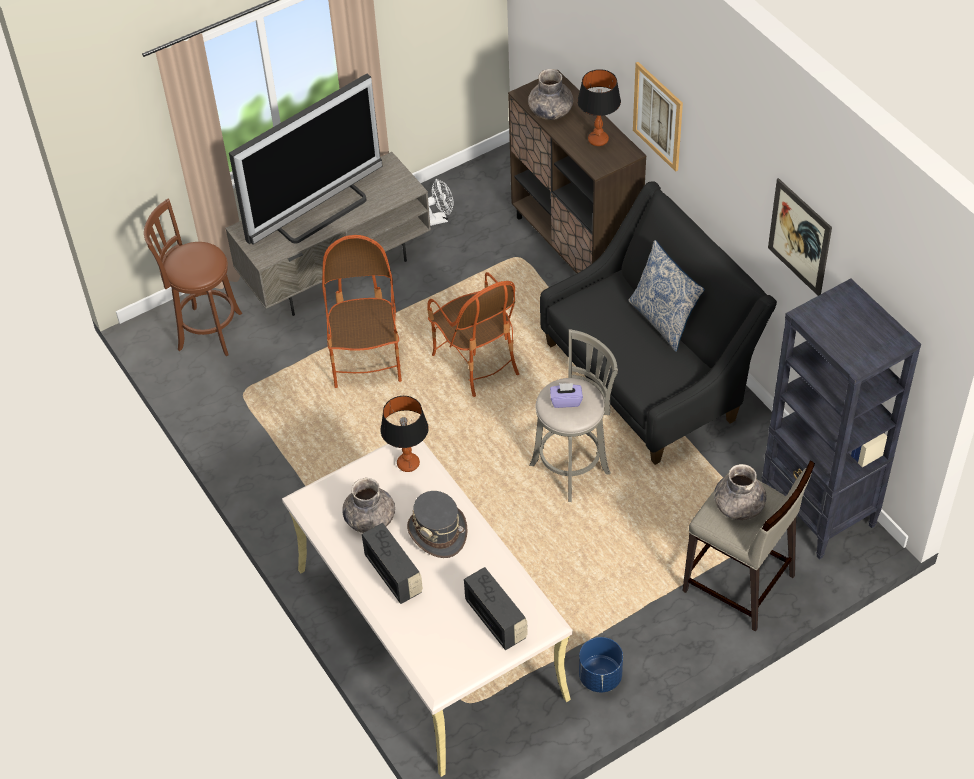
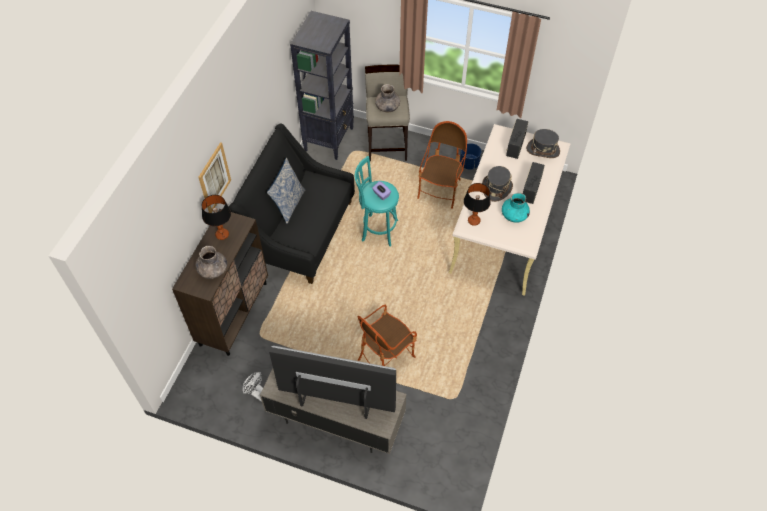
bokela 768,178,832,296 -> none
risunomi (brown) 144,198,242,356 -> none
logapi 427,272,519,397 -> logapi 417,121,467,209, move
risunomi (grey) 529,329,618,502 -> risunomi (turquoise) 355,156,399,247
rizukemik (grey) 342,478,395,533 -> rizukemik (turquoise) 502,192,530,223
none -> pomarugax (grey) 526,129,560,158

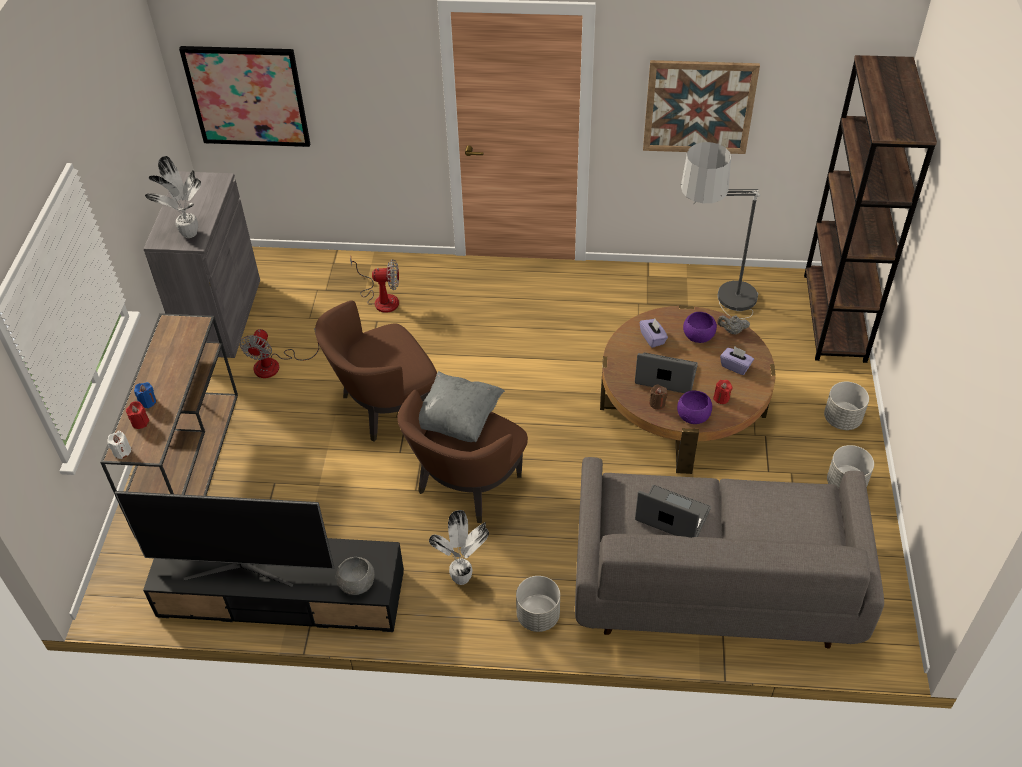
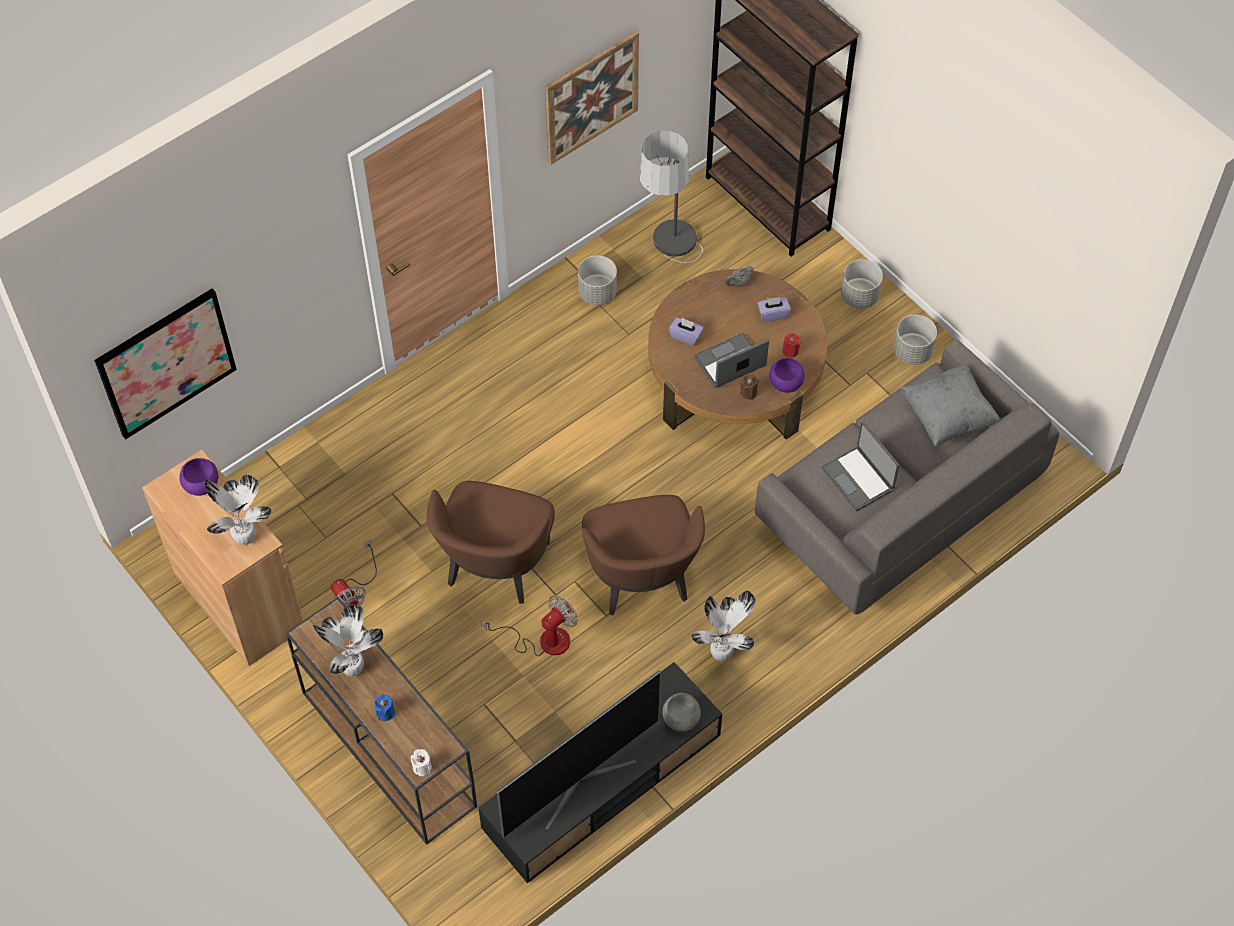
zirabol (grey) 144,171,260,358 -> zirabol (brown) 142,449,303,666
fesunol 350,257,399,313 -> fesunol 481,596,578,656, move
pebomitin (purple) 683,312,717,343 -> pebomitin (purple) 179,458,218,496, move
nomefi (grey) 419,371,505,442 -> nomefi (grey) 901,364,1001,446, move
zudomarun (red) 126,401,149,429 -> none
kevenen 635,485,711,538 -> kevenen 821,422,899,511, 105 degrees counterclockwise
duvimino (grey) 516,576,560,632 -> duvimino (grey) 578,256,617,305, move
none -> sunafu 313,605,383,677

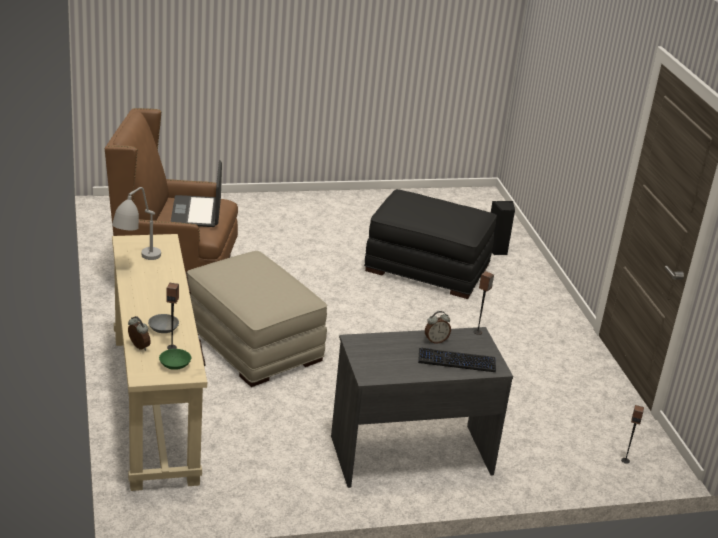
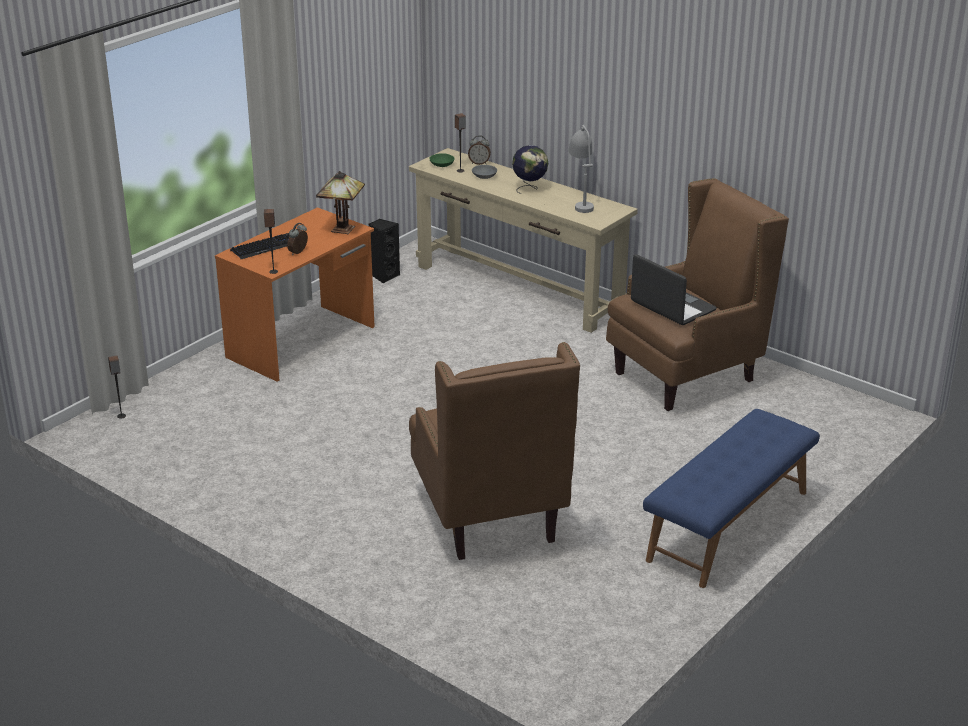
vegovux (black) 364,189,497,299 -> logapi (brown) 409,342,580,560
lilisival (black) 491,201,515,255 -> lilisival (black) 369,219,400,284, move
vegovux (beige) 187,251,327,387 -> none
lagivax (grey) 331,327,513,488 -> lagivax (orange) 215,207,375,382
none -> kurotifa 512,145,548,194
none -> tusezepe 316,171,365,234
none -> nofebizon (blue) 643,409,820,588

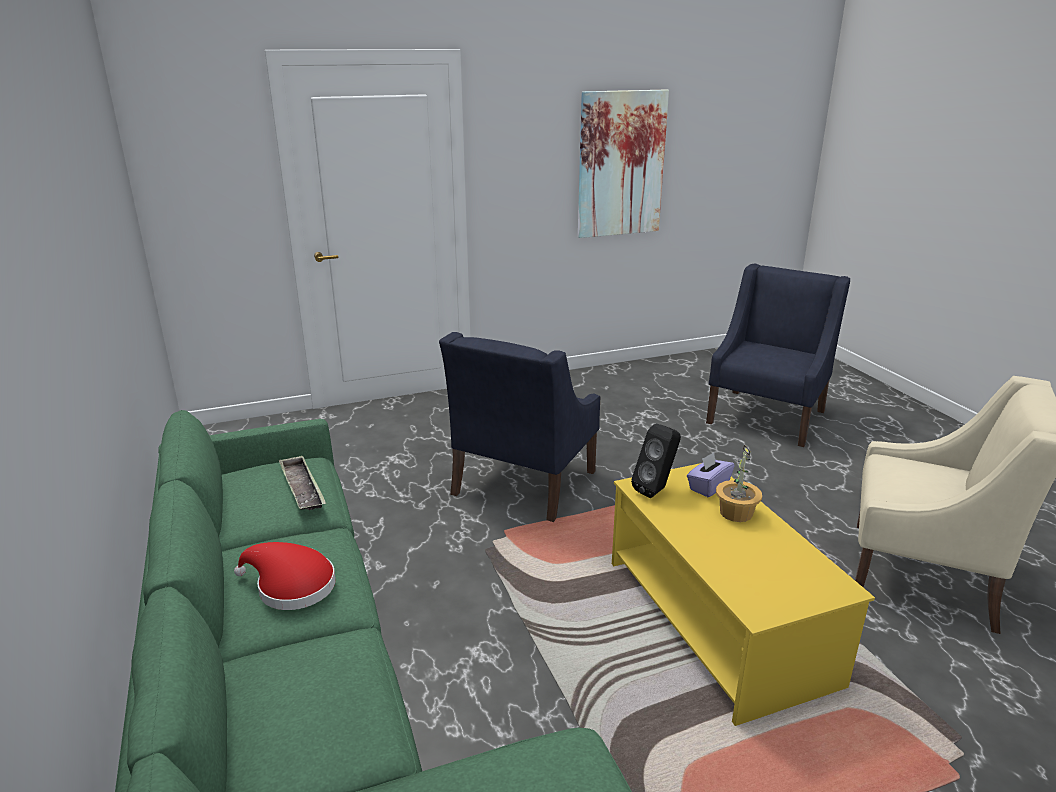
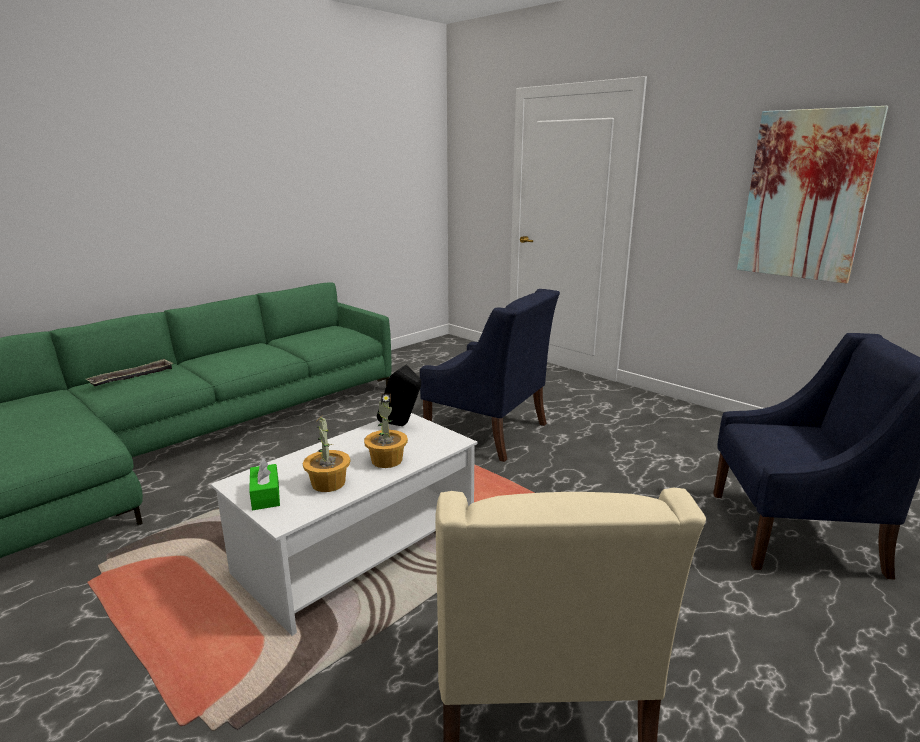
logapi (blue) 439,332,600,522 -> logapi (blue) 420,289,560,462, 150 degrees counterclockwise
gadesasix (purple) 687,452,735,497 -> none
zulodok 279,455,326,510 -> zulodok 86,359,174,386, move
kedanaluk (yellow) 612,463,875,726 -> kedanaluk (white) 211,413,477,636
pomarugax (red) 234,542,336,610 -> none
none -> sunafu 303,413,350,492
none -> gadesasix (green) 249,457,280,510

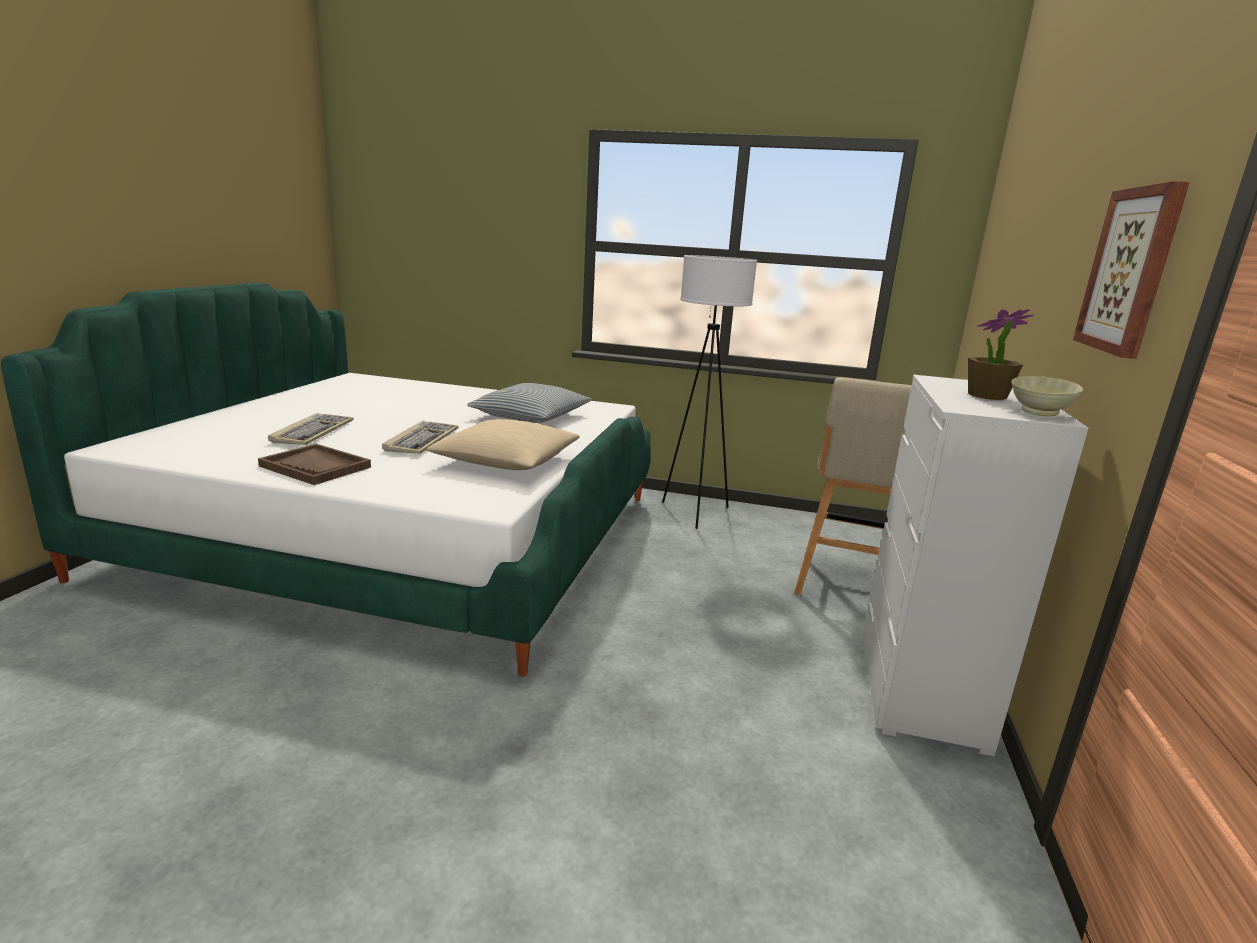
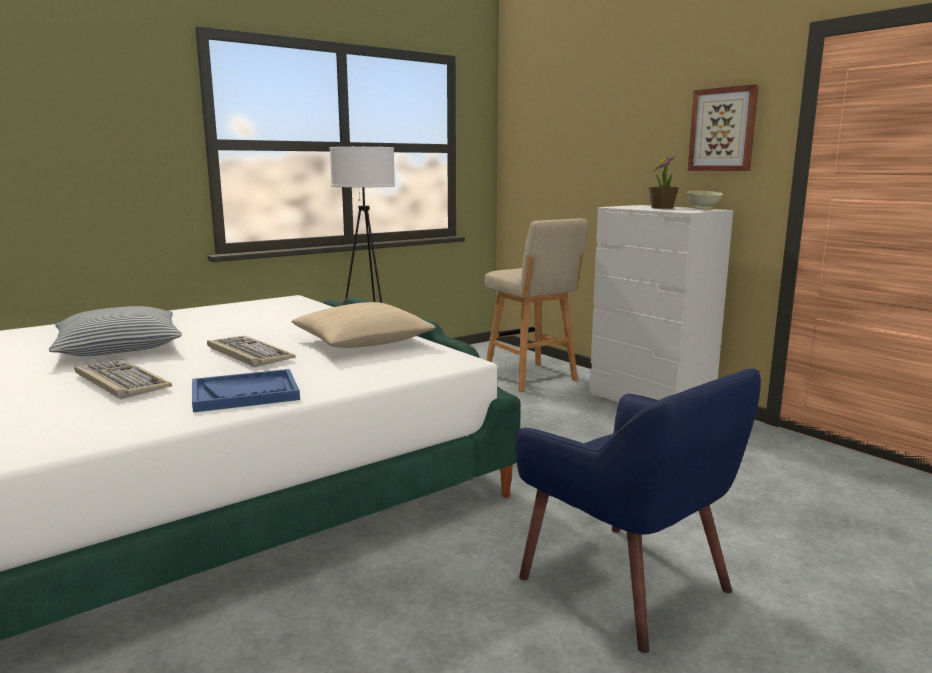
nomefi 467,383,592,423 -> nomefi 49,306,182,356, move
zulodok (brown) 258,444,371,485 -> zulodok (blue) 192,369,300,412
none -> logapi (blue) 515,368,761,653

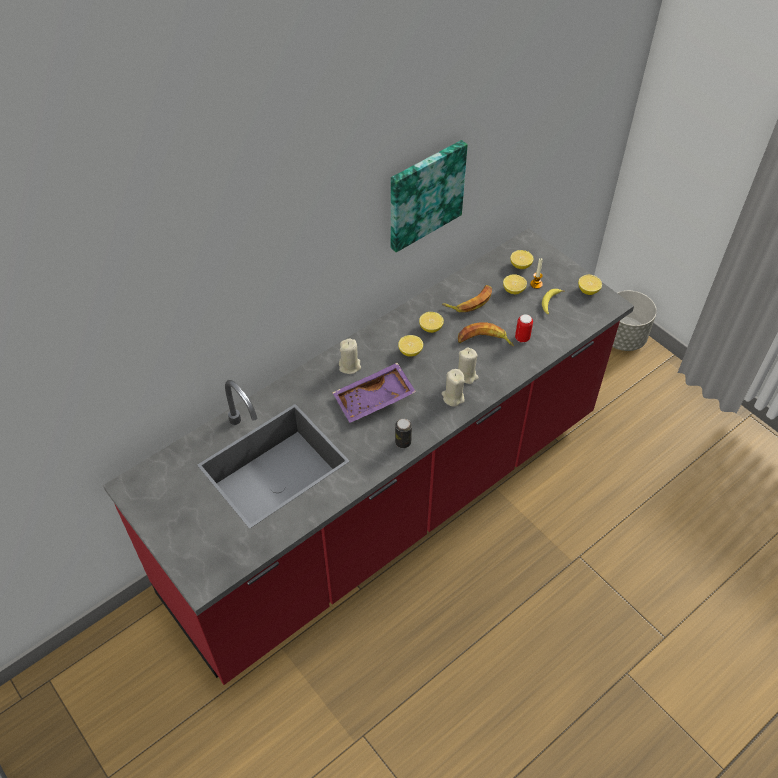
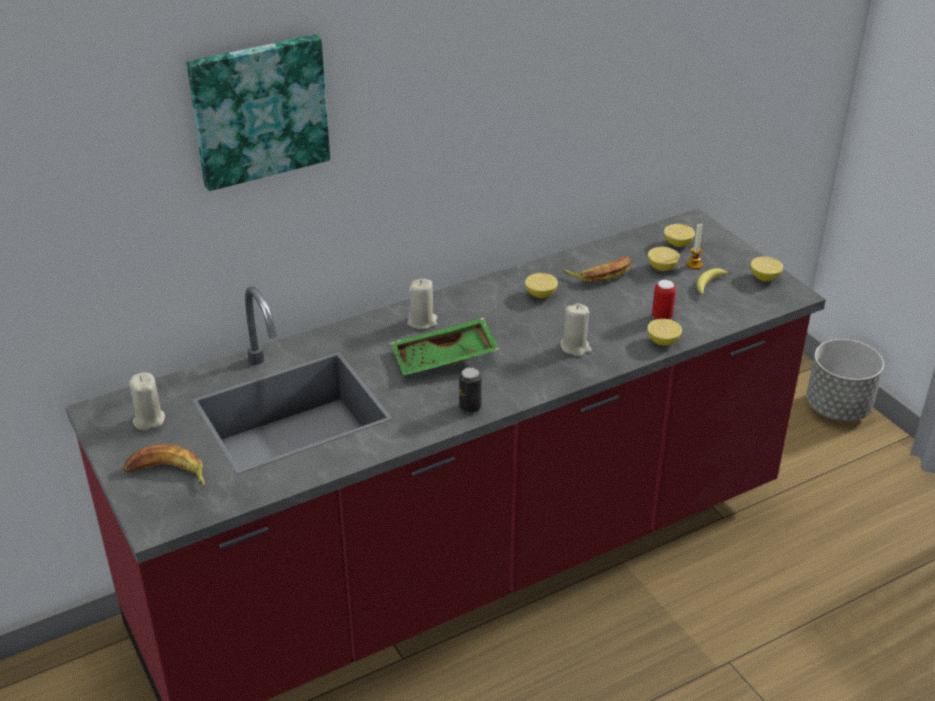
bokela 391,140,468,252 -> bokela 187,34,330,191, move
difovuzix 458,322,514,346 -> difovuzix 123,444,205,486, move
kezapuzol 398,335,423,356 -> kezapuzol 647,319,682,346, move
zulodok (purple) 332,363,416,423 -> zulodok (green) 390,317,499,376
zudomarun (beige) 441,369,465,406 -> zudomarun (beige) 129,372,165,430, move

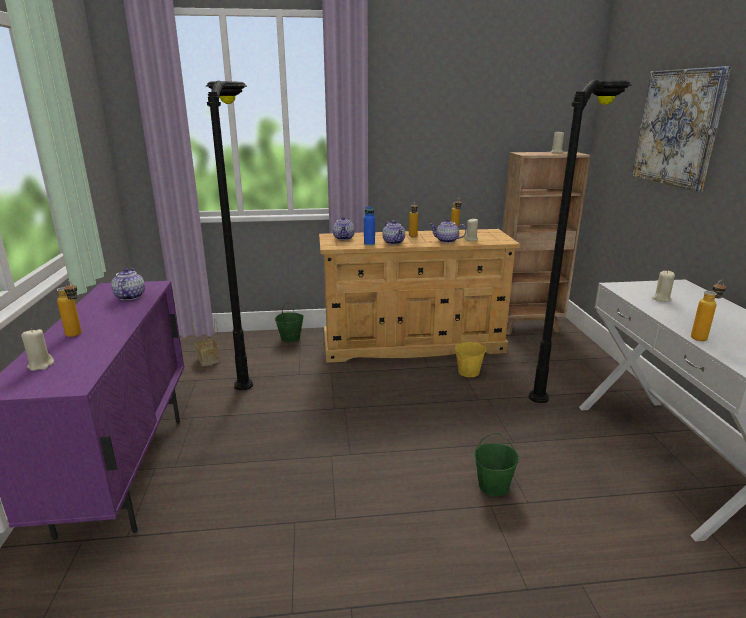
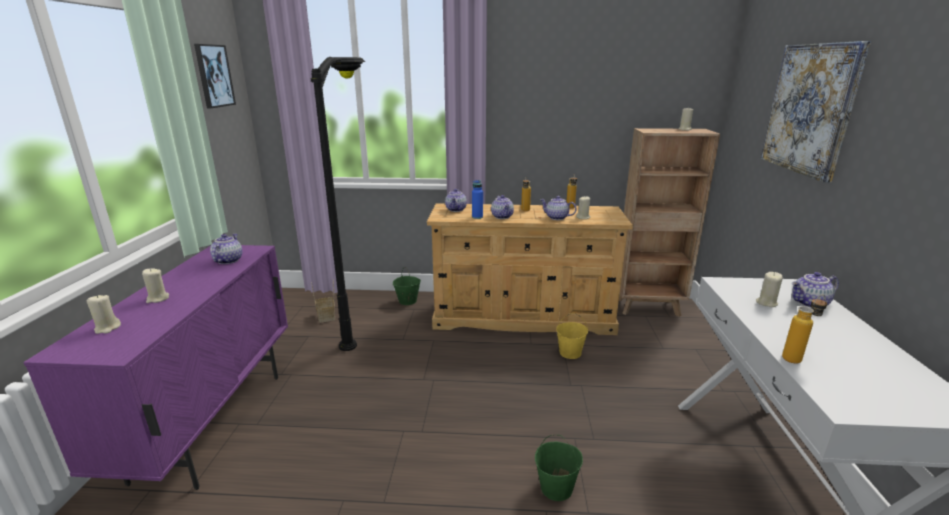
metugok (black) 529,79,632,403 -> none
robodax 57,281,82,337 -> zudomarun (beige) 142,268,169,303
none -> bokela 194,44,236,108
none -> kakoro 791,272,839,308

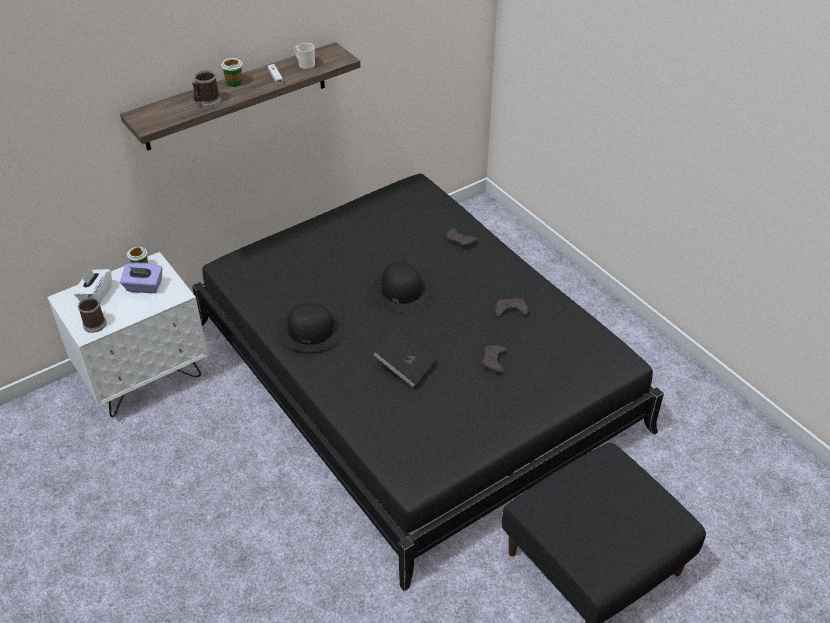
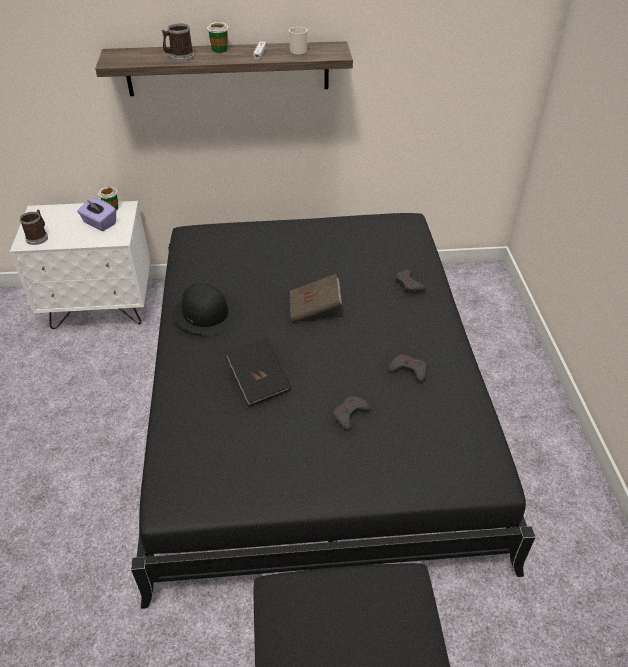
pomarugax (black) 372,262,432,312 -> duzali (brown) 290,274,342,323
gadesasix (white) 74,267,112,303 -> none

